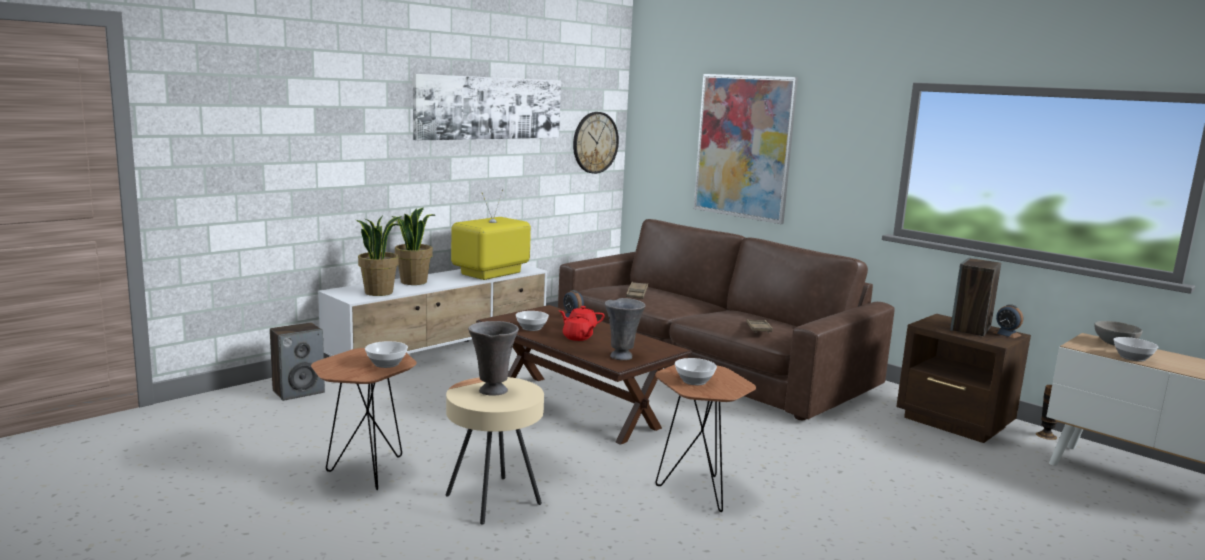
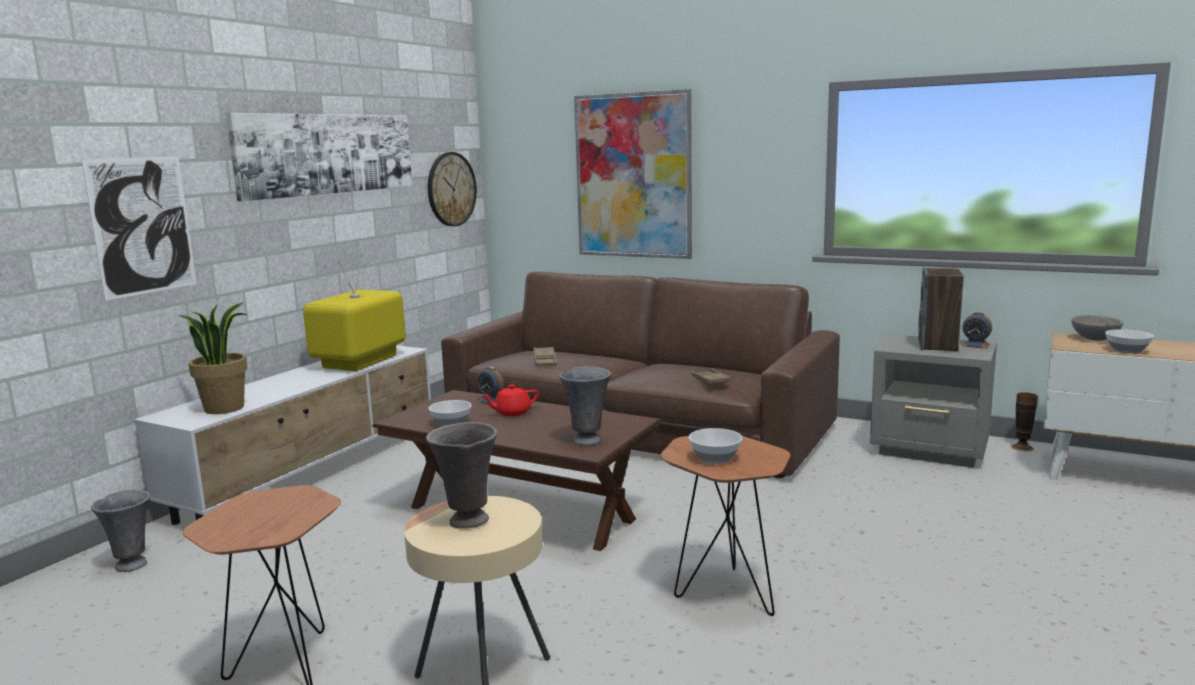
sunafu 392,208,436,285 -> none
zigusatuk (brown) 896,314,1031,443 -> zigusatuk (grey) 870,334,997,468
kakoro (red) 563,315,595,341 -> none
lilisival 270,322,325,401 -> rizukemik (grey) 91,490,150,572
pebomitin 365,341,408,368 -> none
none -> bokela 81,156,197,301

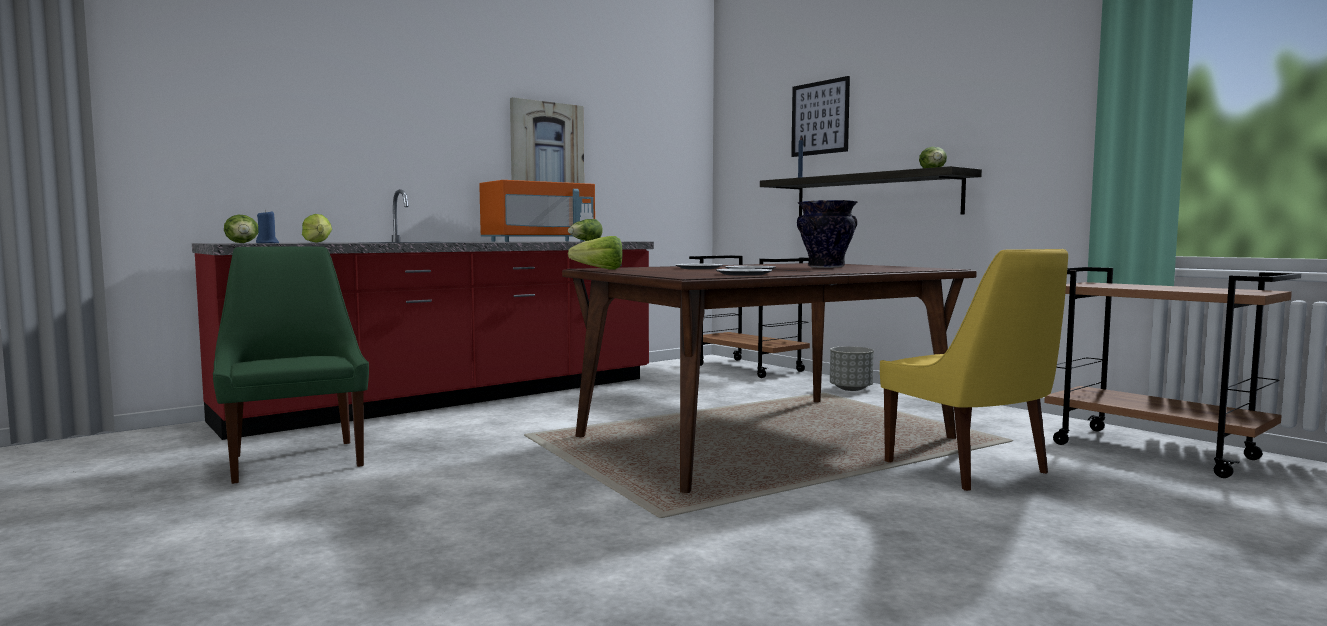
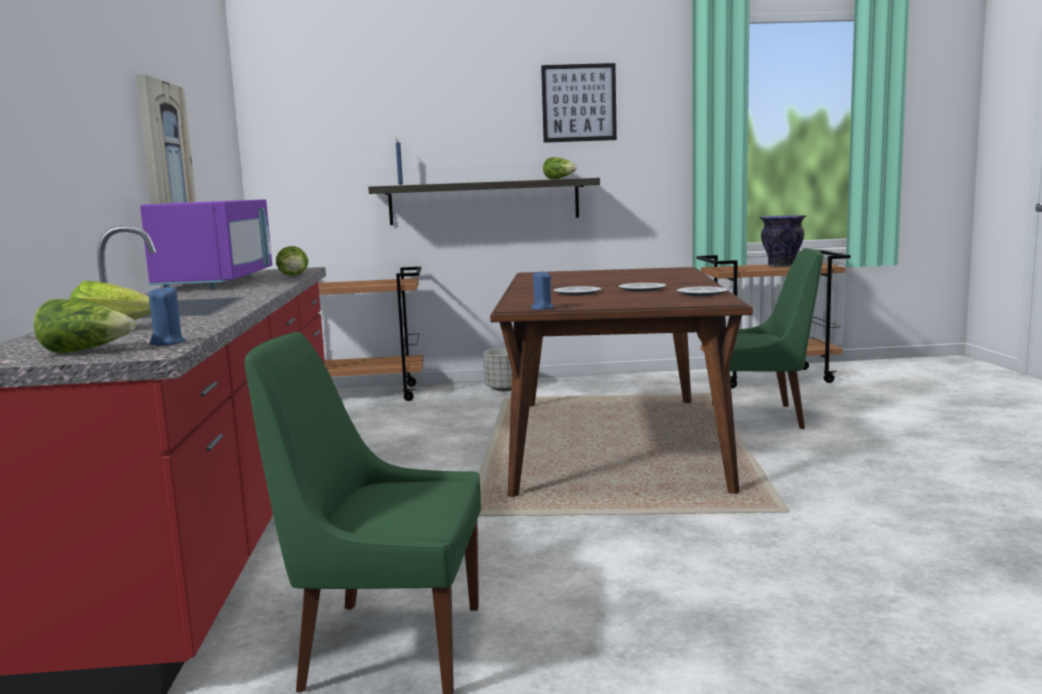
bokela 791,76,850,157 -> bokela 541,63,617,143, move
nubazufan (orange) 479,180,595,242 -> nubazufan (purple) 140,199,272,289
rizukemik 797,200,858,268 -> rizukemik 760,215,806,267, move
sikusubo 568,236,622,270 -> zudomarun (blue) 530,270,554,310
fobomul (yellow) 880,249,1068,491 -> fobomul (green) 712,248,824,429

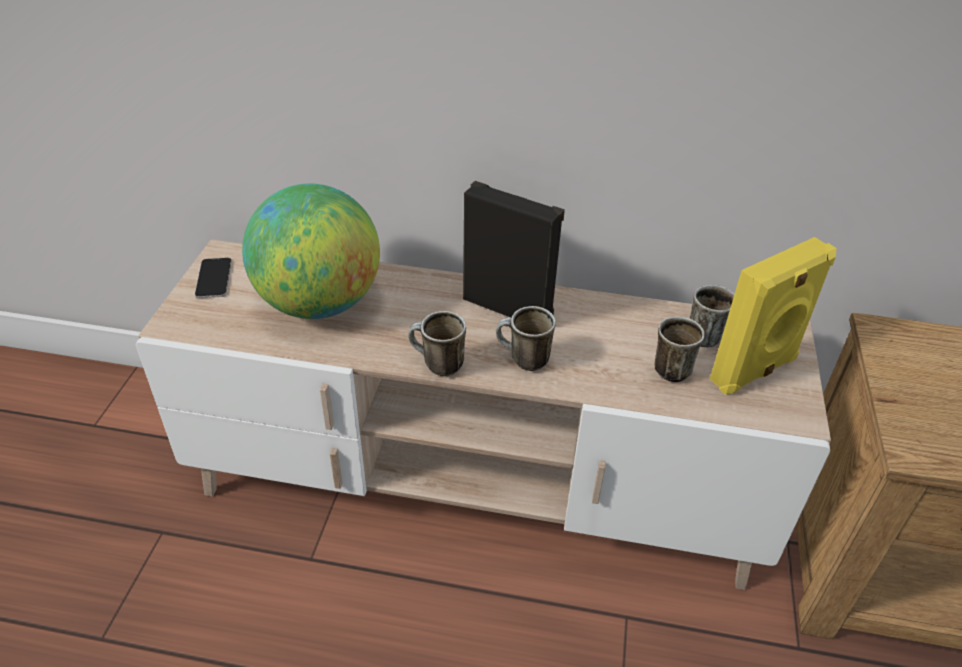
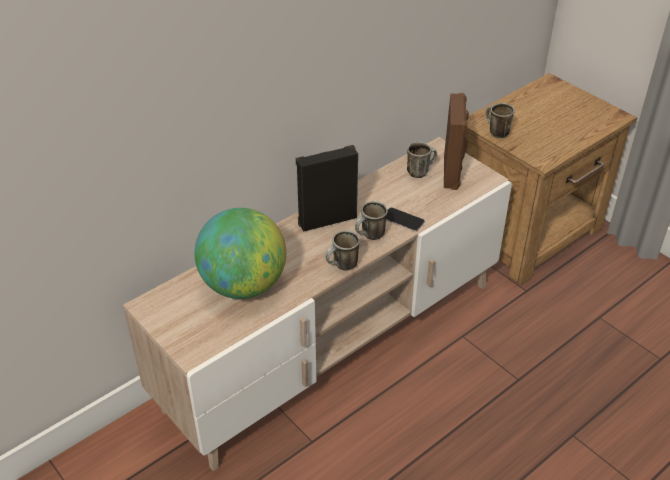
lilisival (yellow) 710,237,836,395 -> lilisival (brown) 444,93,469,190
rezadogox 195,258,232,298 -> rezadogox 386,207,425,232, move
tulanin 655,317,705,382 -> tulanin 486,103,515,138, move

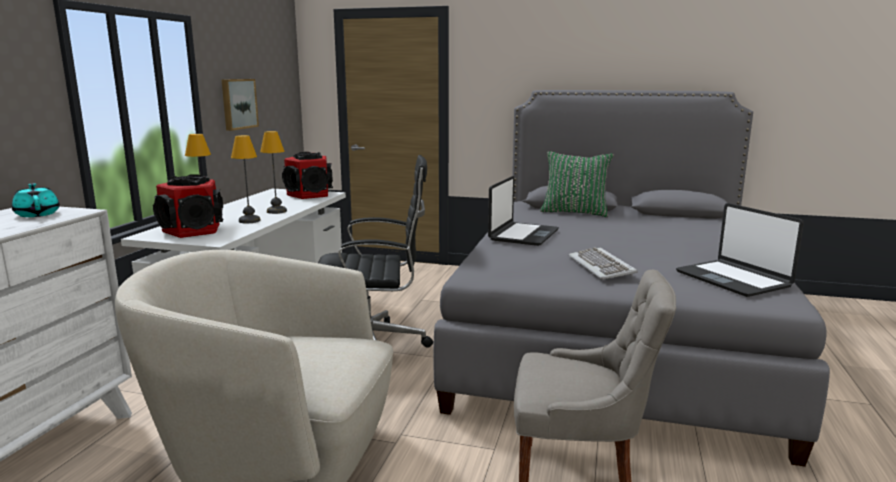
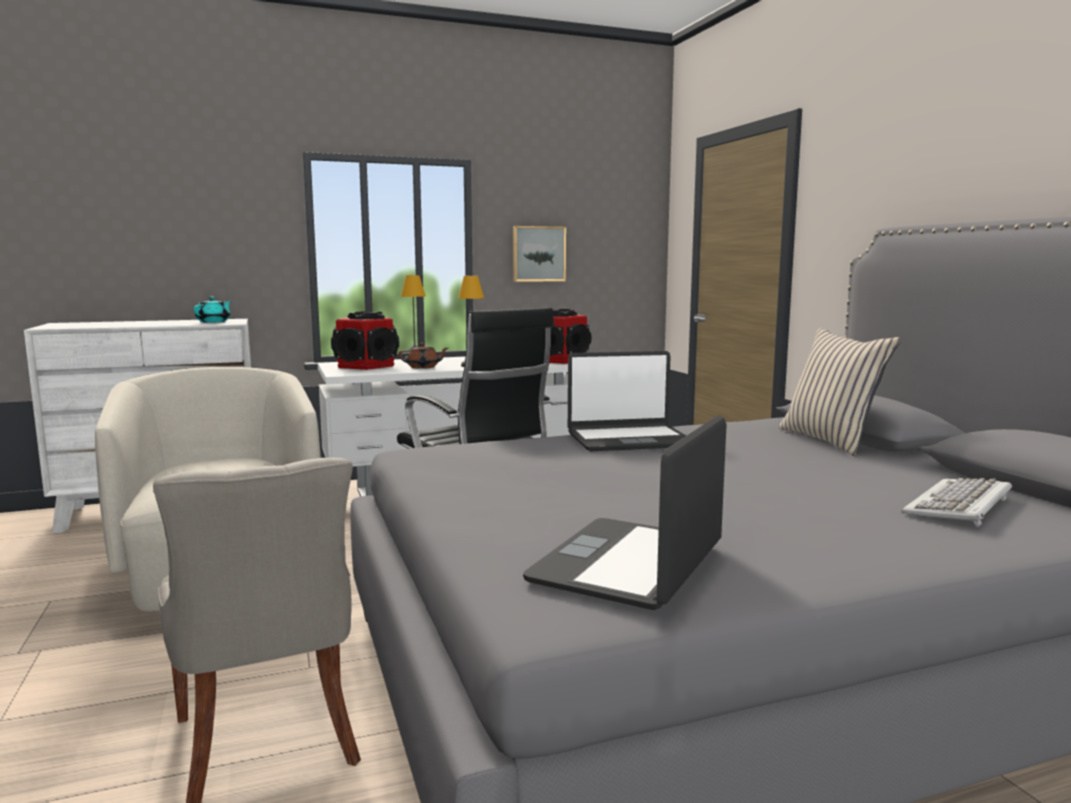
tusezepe 231,135,261,223 -> kakoro (brown) 398,343,448,369
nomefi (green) 540,151,614,217 -> nomefi (beige) 779,328,901,456
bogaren 569,247,638,280 -> bogaren 901,478,1012,527, move

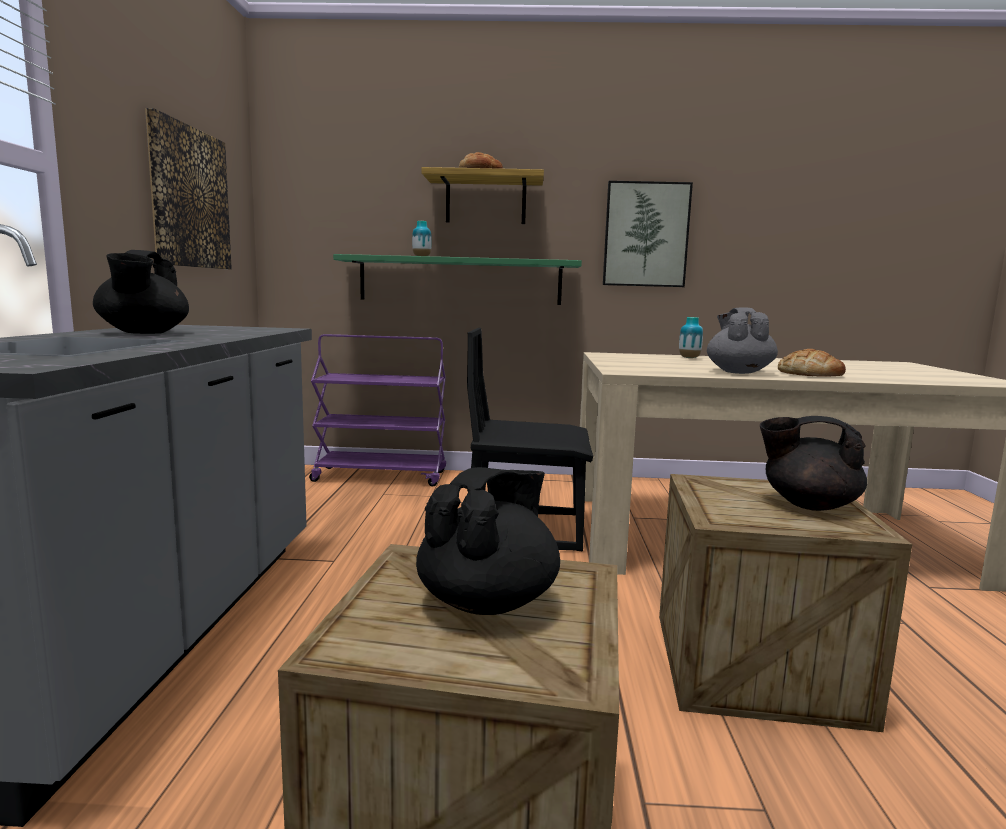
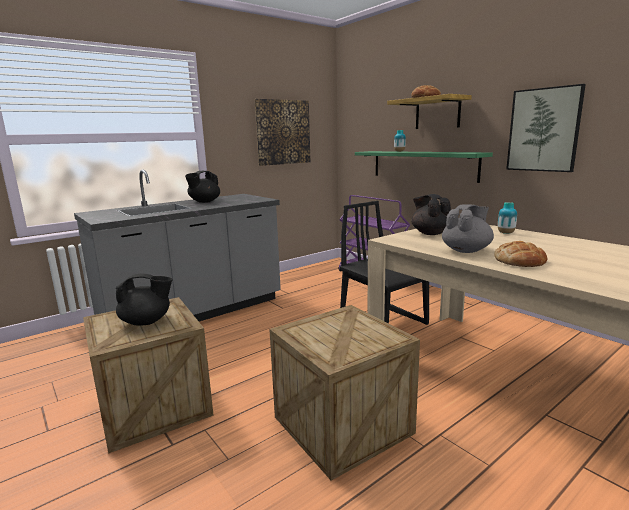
kakoro (black) 760,416,867,511 -> kakoro (black) 411,194,451,235, move

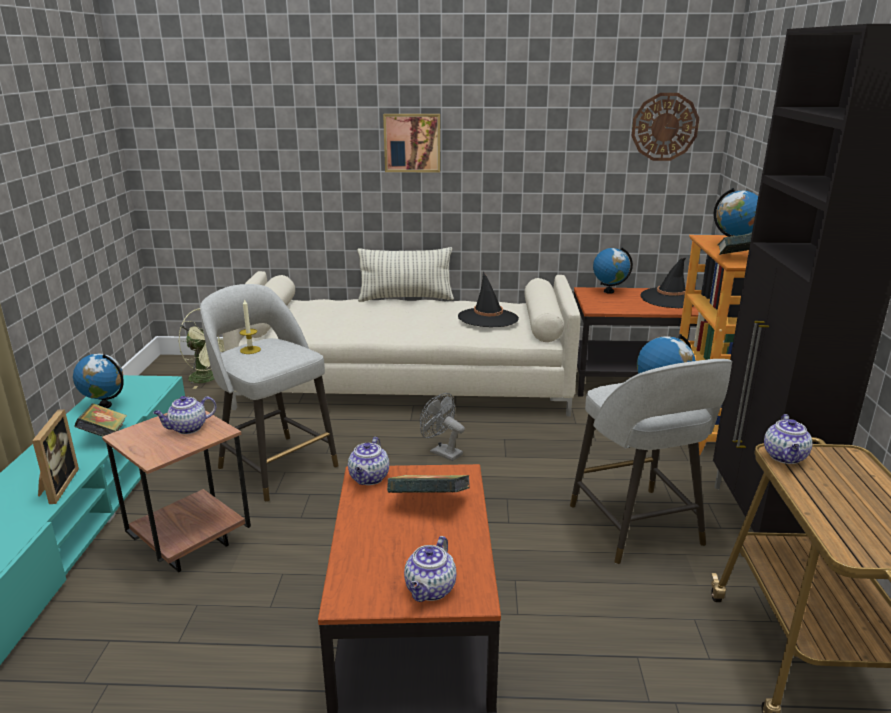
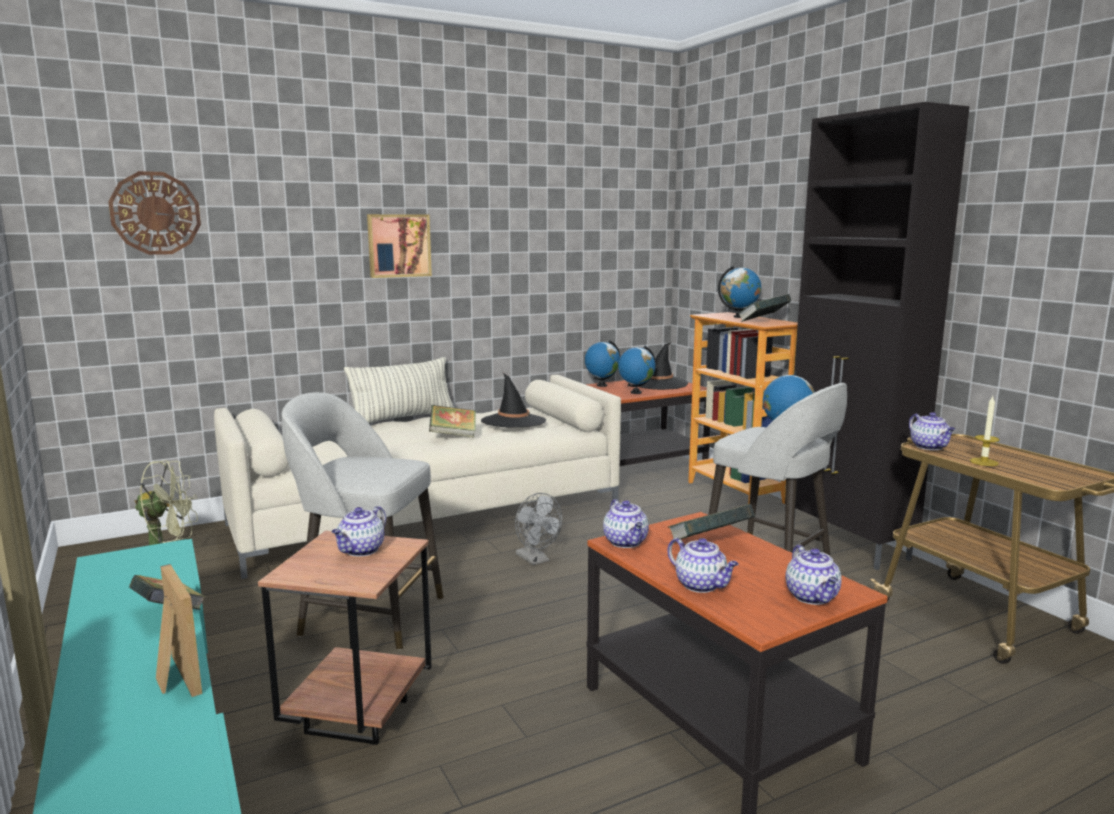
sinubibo 632,93,699,161 -> sinubibo 108,171,201,255, move
zudomarun 240,298,261,354 -> zudomarun 970,396,999,466, move
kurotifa 73,354,124,408 -> kurotifa 618,346,656,394, move
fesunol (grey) 420,393,465,461 -> fesunol (grey) 515,493,562,565, 135 degrees counterclockwise
none -> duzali 429,405,476,437
none -> kakoro 668,538,739,593

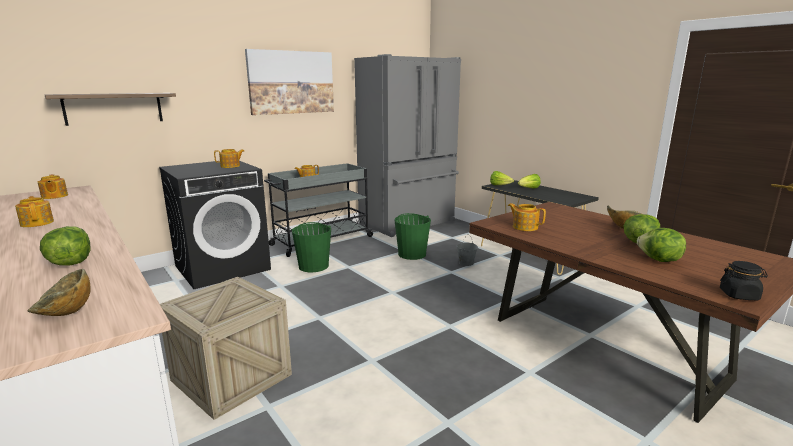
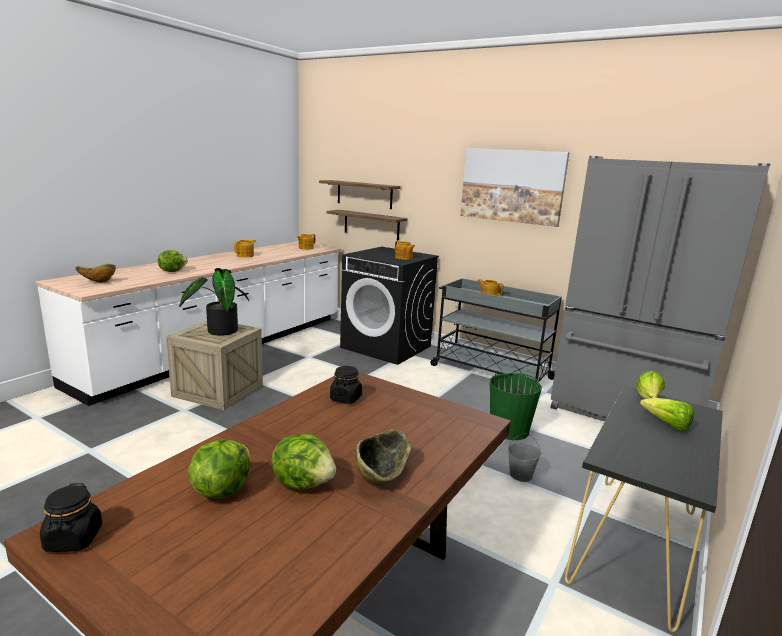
kakoro 508,203,546,231 -> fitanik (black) 330,366,362,404
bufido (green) 292,222,331,272 -> none
none -> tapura 326,210,407,241
none -> sunafu 179,268,249,336

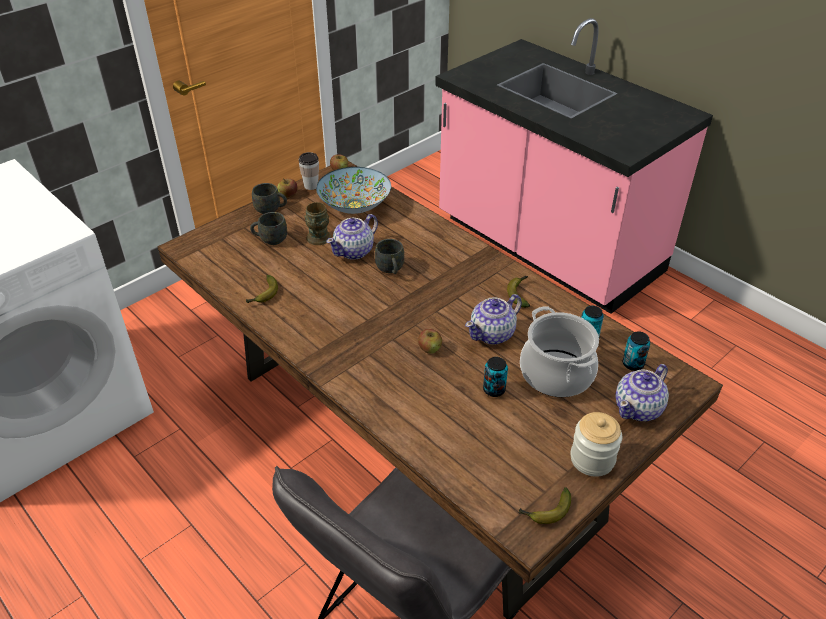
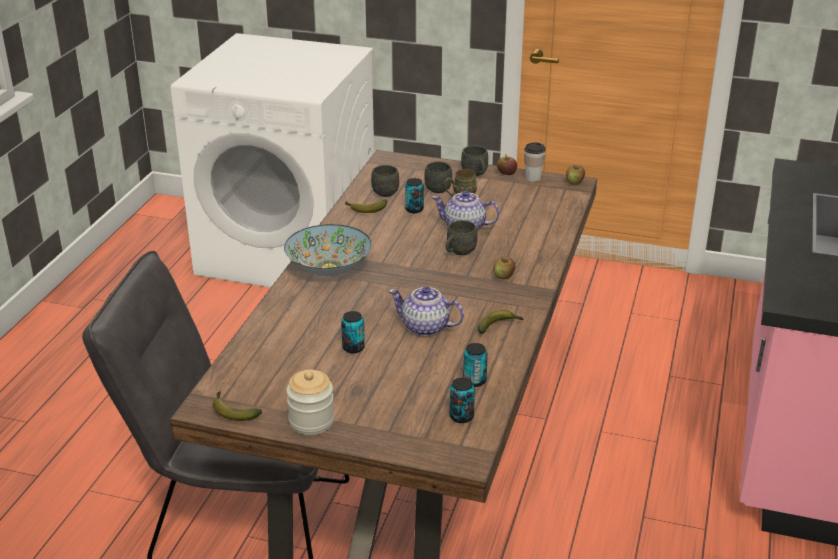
pebomitin 316,167,391,214 -> pebomitin 284,224,372,276, move
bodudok 520,306,599,397 -> none
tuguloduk 418,329,442,354 -> tuguloduk 493,256,516,280, move
kakoro 615,364,669,421 -> none
none -> tulanin (grey) 371,165,399,197
none -> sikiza 405,178,424,213

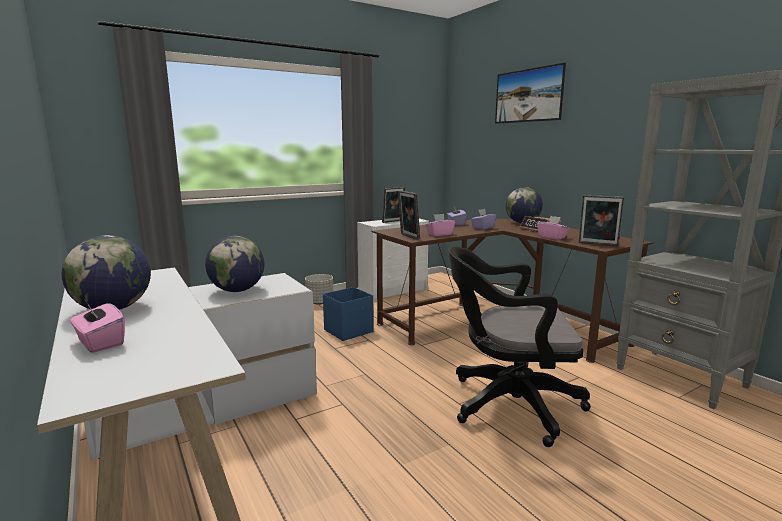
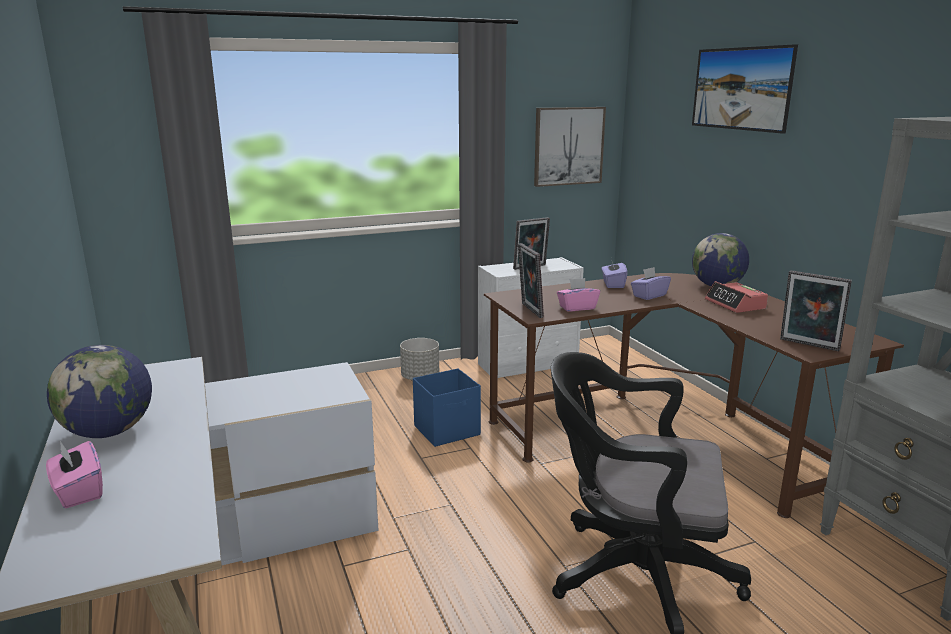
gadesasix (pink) 537,216,569,240 -> none
kurotifa 205,236,264,292 -> none
none -> bokela 534,107,606,187

